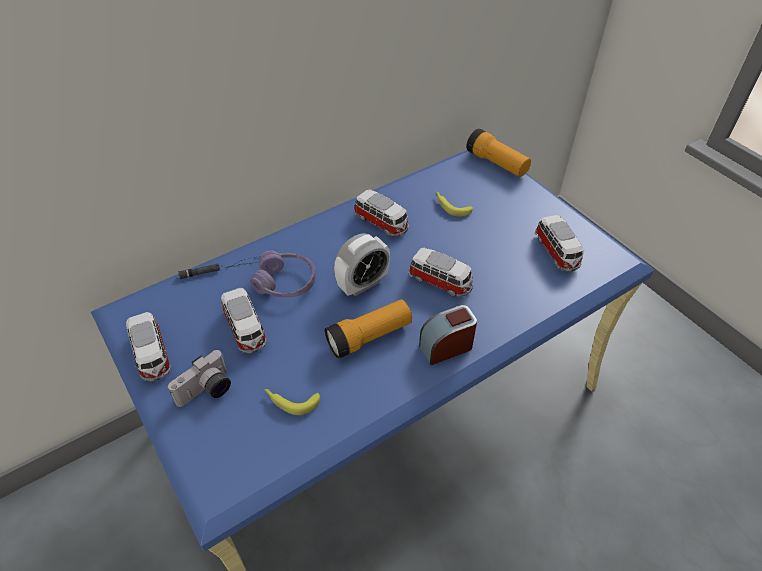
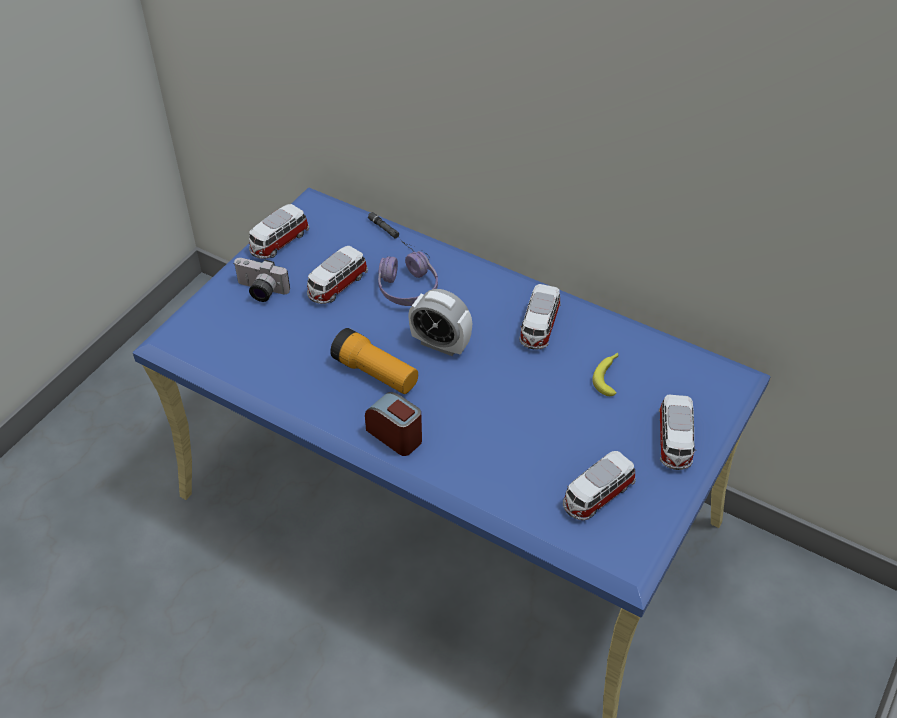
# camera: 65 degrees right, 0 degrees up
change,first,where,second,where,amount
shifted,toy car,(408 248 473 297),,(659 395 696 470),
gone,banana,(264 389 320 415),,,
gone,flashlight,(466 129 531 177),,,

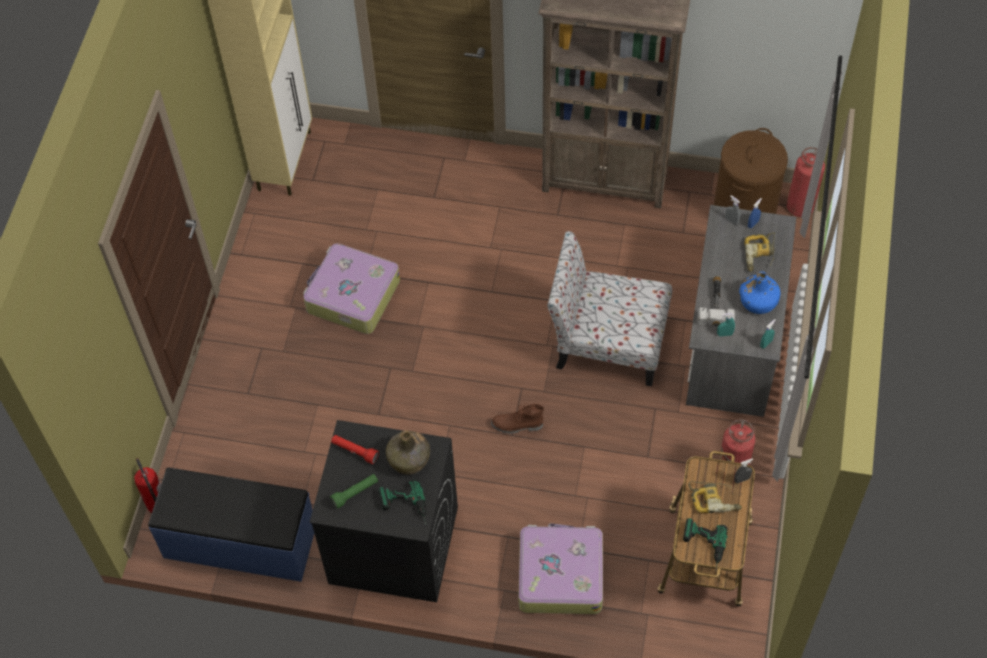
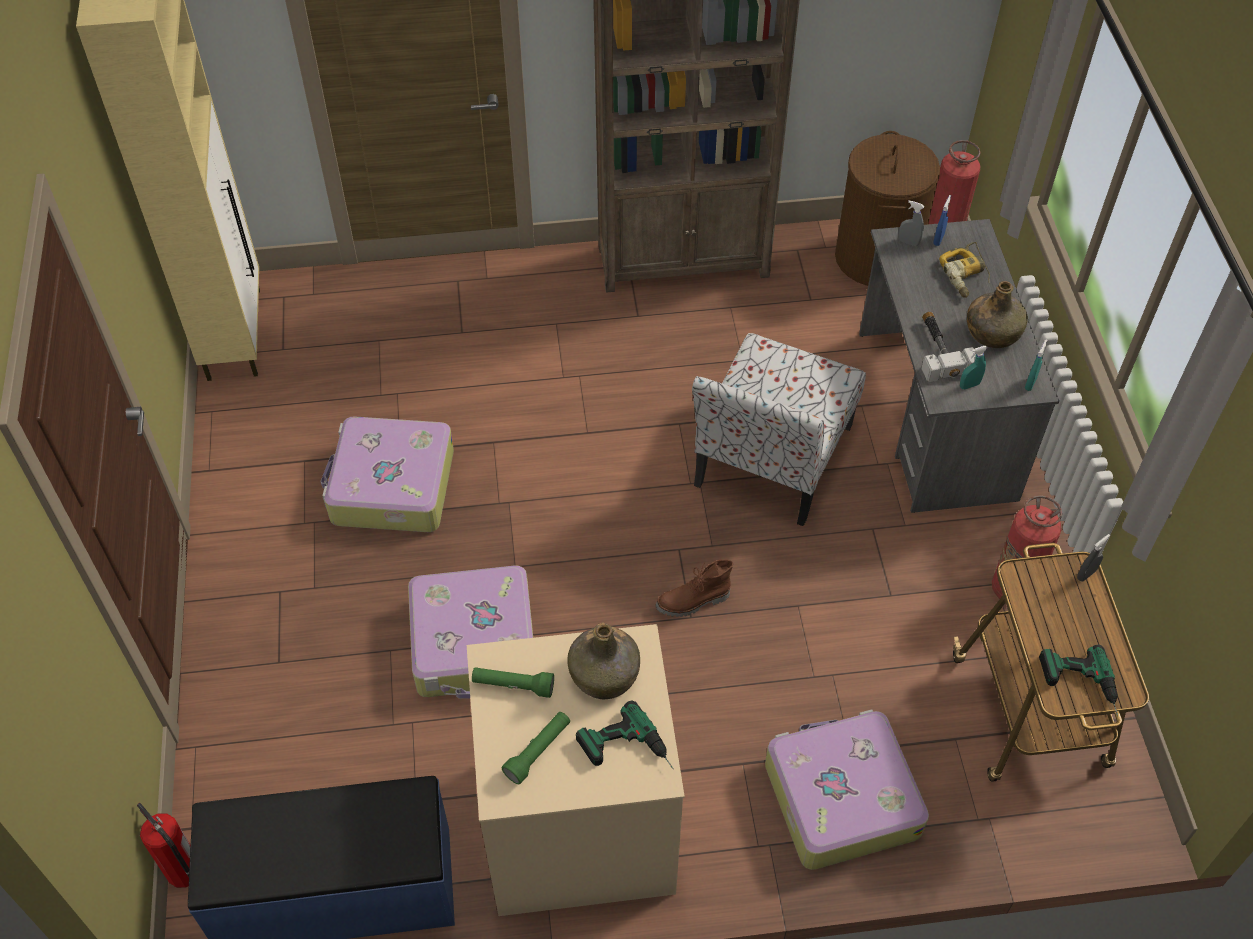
# camera: 20 degrees left, 5 degrees down
change,first,where,second,where,amount
new,,,suitcase,(408 565 533 699),
repainted,washing machine/black,(310 420 458 602),washing machine/beige,(467 624 685 916),
repainted,flashlight/red,(331 435 379 464),flashlight/green,(472 667 554 698),
rotated,chair,(547 231 672 386),,(692 333 866 526),60 degrees counterclockwise
repainted,bottle/blue,(739 271 780 314),bottle/green,(967 281 1028 348),
gone,power drill,(688 481 742 513),,,

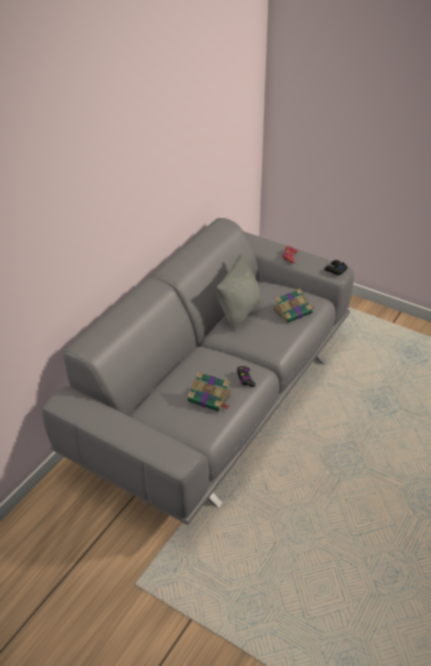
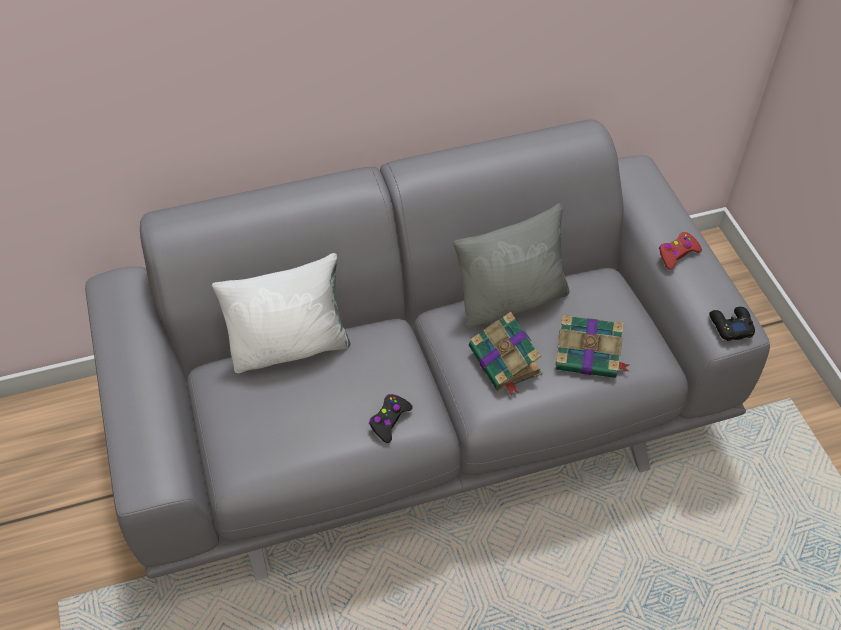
# camera: 40 degrees right, 10 degrees up
change,first,where,second,where,amount
new,,,pillow/white,(212 253 351 373),
shifted,book,(188 372 231 412),,(469 312 542 396),

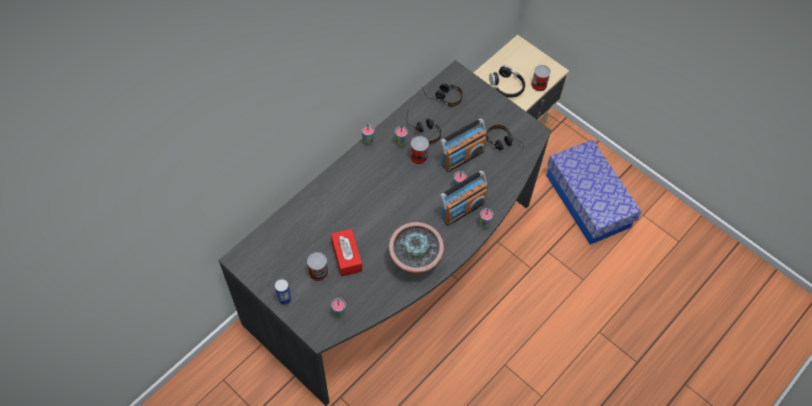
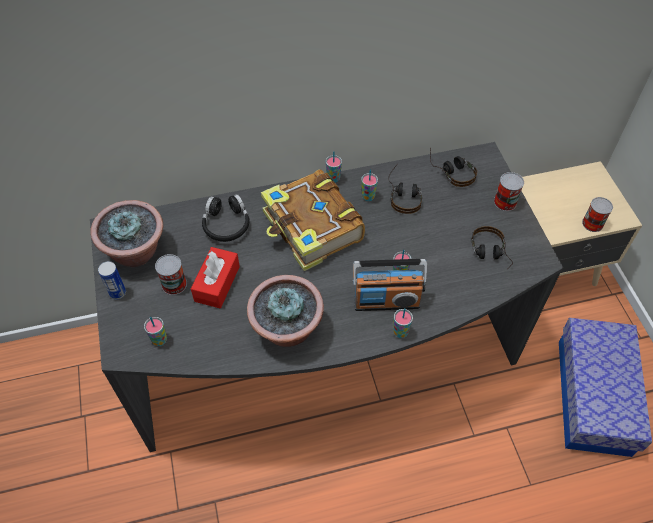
# camera: 35 degrees right, 5 degrees down
change,first,where,second,where,amount
new,,,potted plant,(91 200 163 267),
shifted,headphones/black,(489 65 525 98),,(202 194 250 242),
new,,,book,(261 169 365 271),
shifted,can,(410 136 429 165),,(494 172 524 211),
gone,radio,(440 118 487 172),,,

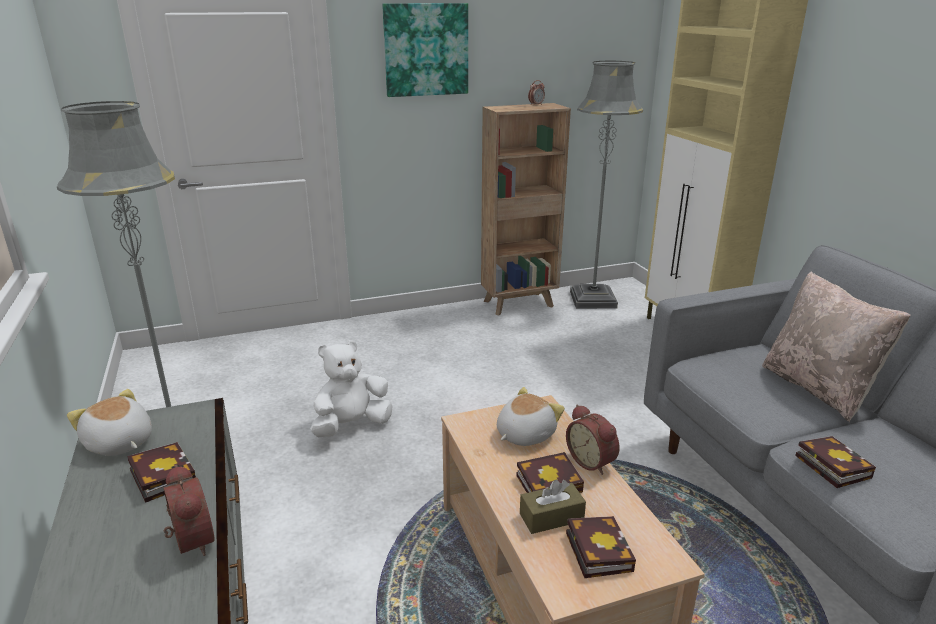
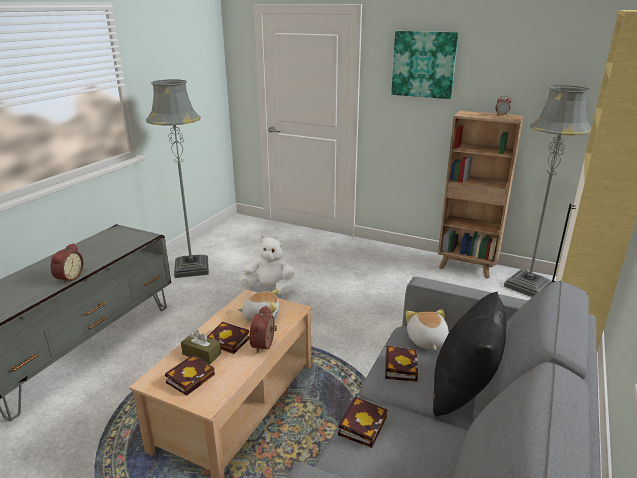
# camera: 45 degrees right, 0 degrees up
change,first,where,second,where,amount
shifted,book,(127 442 196 503),,(385 345 418 382),
shifted,plush toy,(67 389 152 456),,(406 309 449 350),
repainted,pillow/beige,(762 272 911 422),pillow/black,(433 292 506 417),

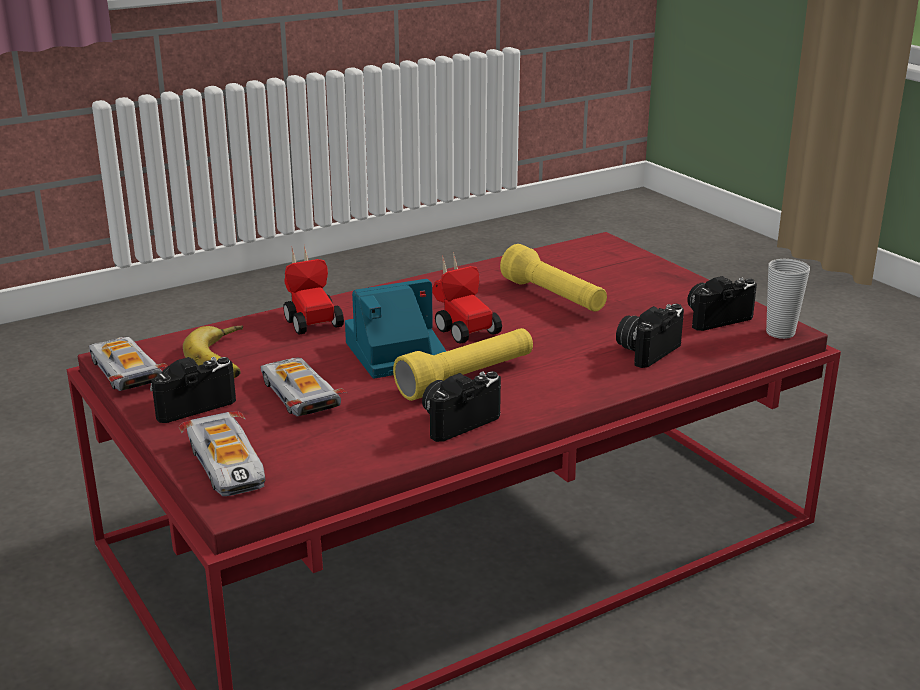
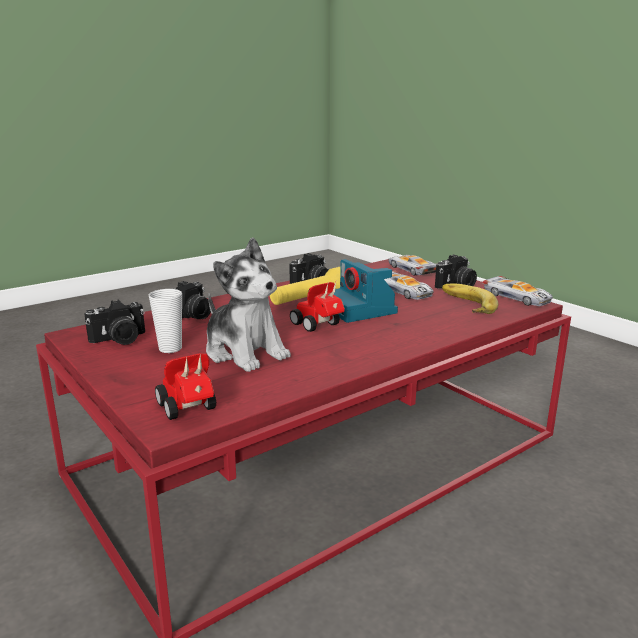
# camera: 175 degrees right, 5 degrees down
change,first,where,second,where,amount
shifted,cup,(766 259 810 339),,(149 289 182 353),
shifted,toy car,(284 246 344 335),,(155 353 216 420),
swapped,flashlight/yellow,(500 244 607 312),plush toy,(206 237 291 372),
rotated,photo camera,(345 279 446 378),,(334 259 398 323),90 degrees clockwise

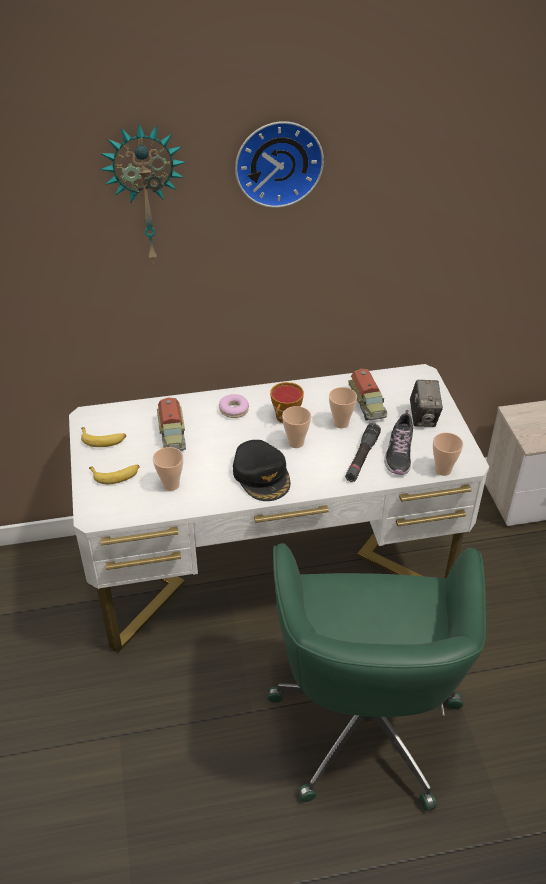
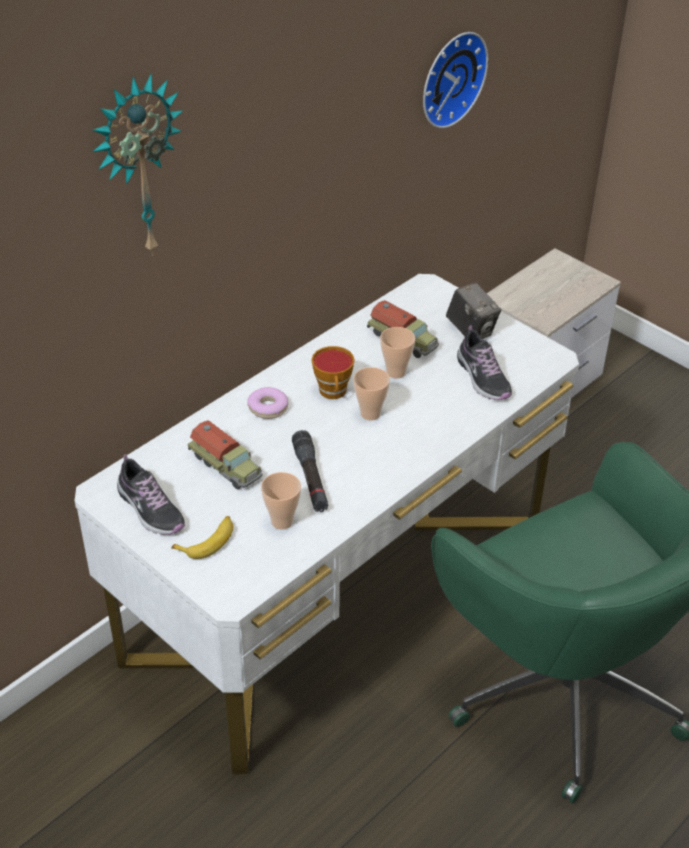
# camera: 35 degrees left, 0 degrees up
change,first,where,second,where,amount
swapped,banana,(81 427 126 447),shoe,(117 454 185 535),
shifted,flashlight/black,(345 423 381 482),,(292 430 329 512),
shifted,wall clock,(235 121 324 208),,(423 32 488 128),
gone,cap/black,(233 440 290 501),,,
gone,cup,(433 433 463 476),,,

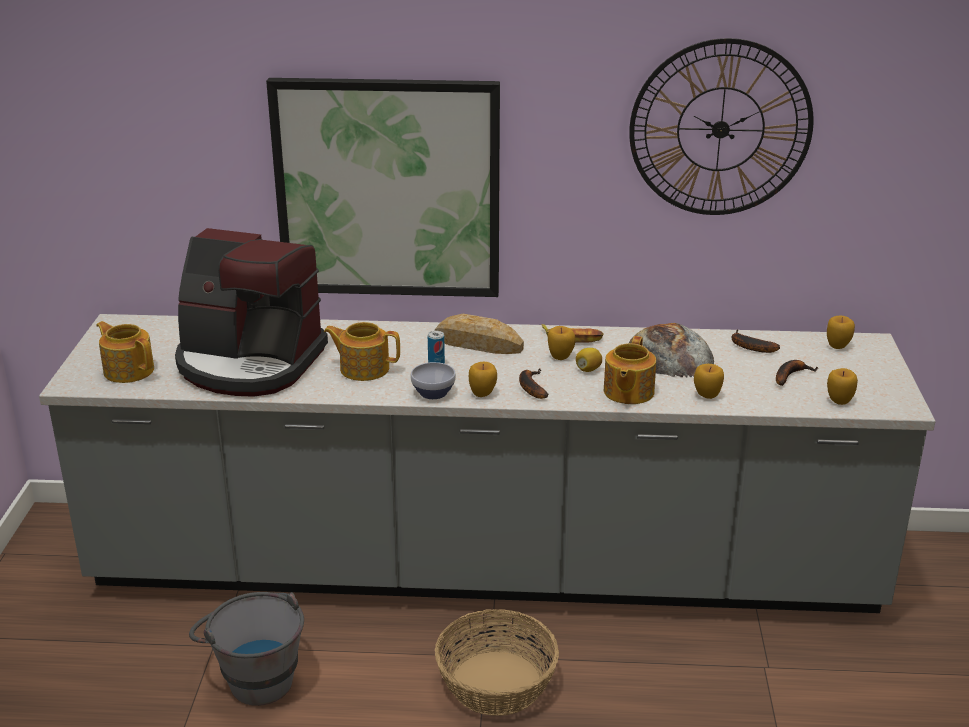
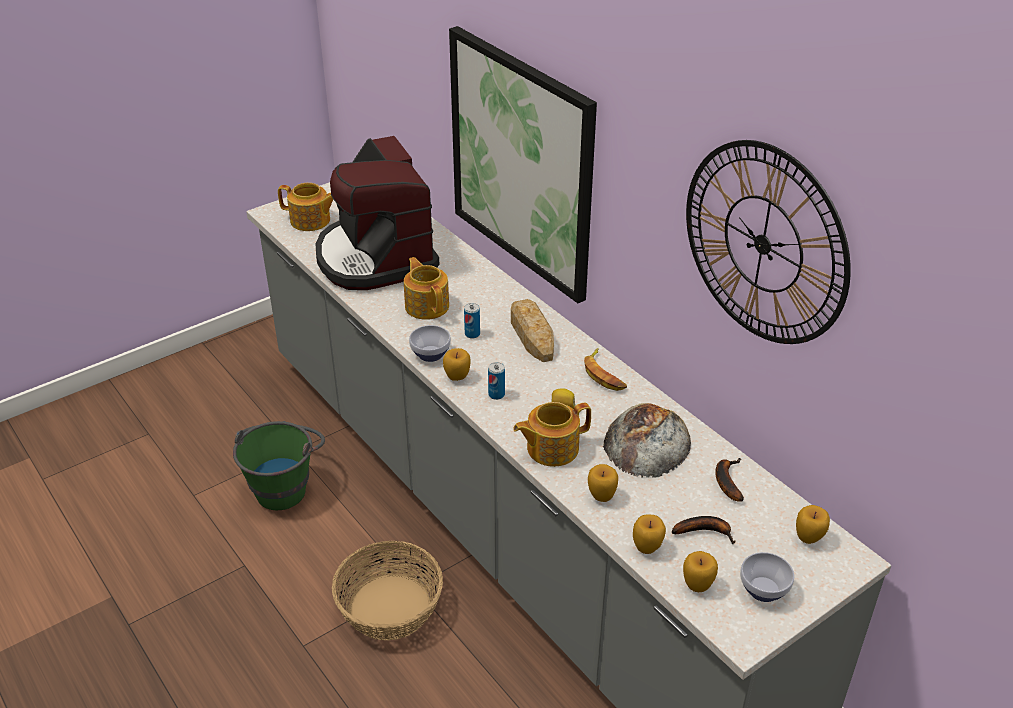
# camera: 50 degrees right, 10 degrees up
change,first,where,second,where,amount
repainted,bucket/grey,(189 592 304 706),bucket/green,(233 421 325 510),
rotated,teapot,(96 321 154 383),,(278 183 333 231),105 degrees clockwise
swapped,banana,(519 368 548 399),can,(488 362 505 400),
shifted,apple,(548 326 575 360),,(633 514 666 554),
new,,,bowl,(740 552 795 602),

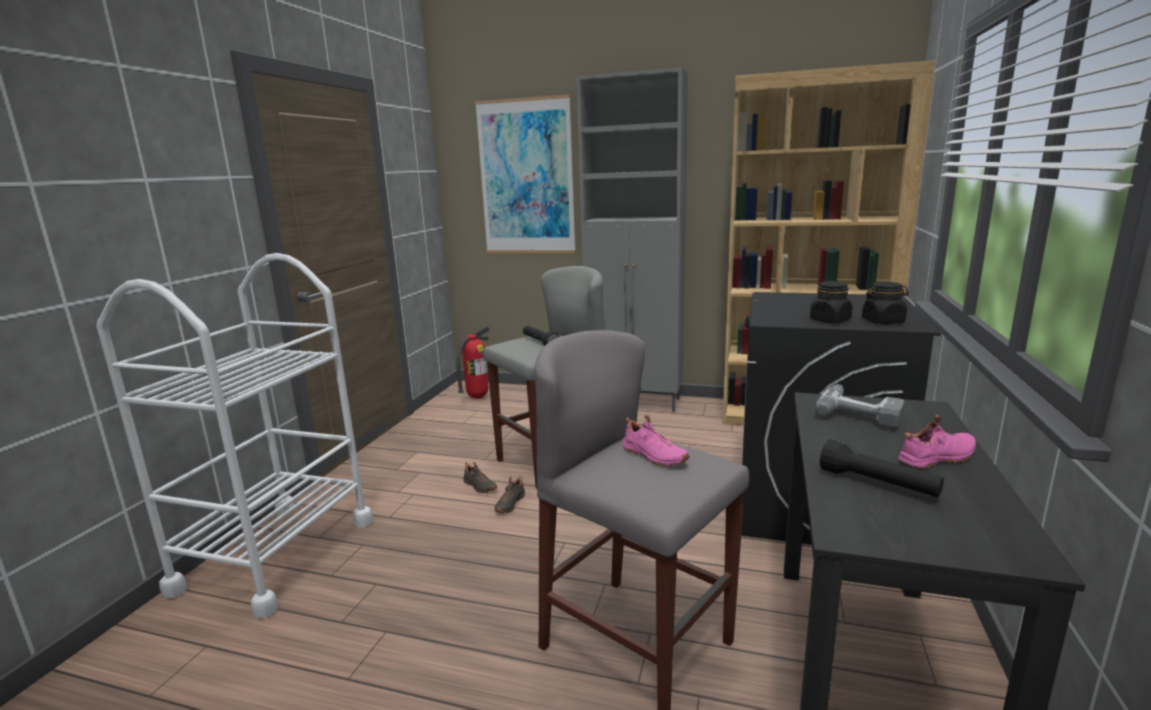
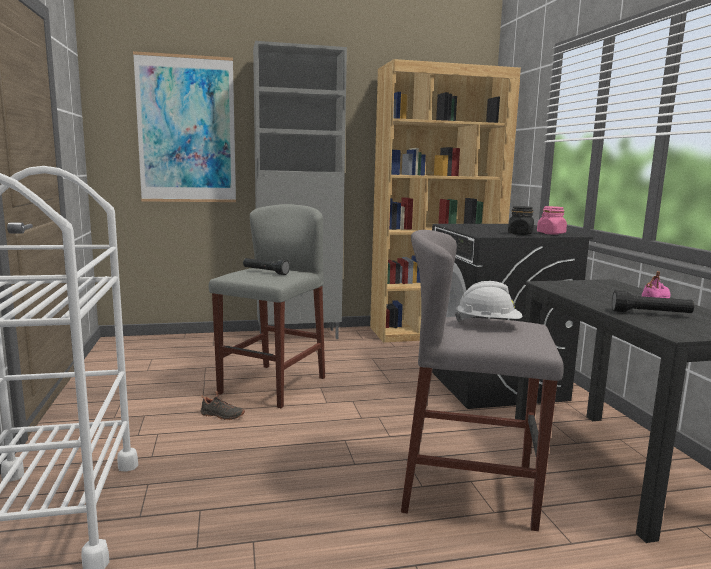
# camera: 30 degrees left, 5 degrees down
change,first,where,second,where,amount
swapped,shoe/pink,(623 414 690 466),hard hat/white,(455 281 522 322),
repainted,jar/black,(862 282 909 324),jar/pink,(537 206 567 235),
gone,fire extinguisher,(456 326 490 399),,,
gone,shoe/black,(495 476 525 513),,,
gone,power drill,(816 384 905 430),,,

